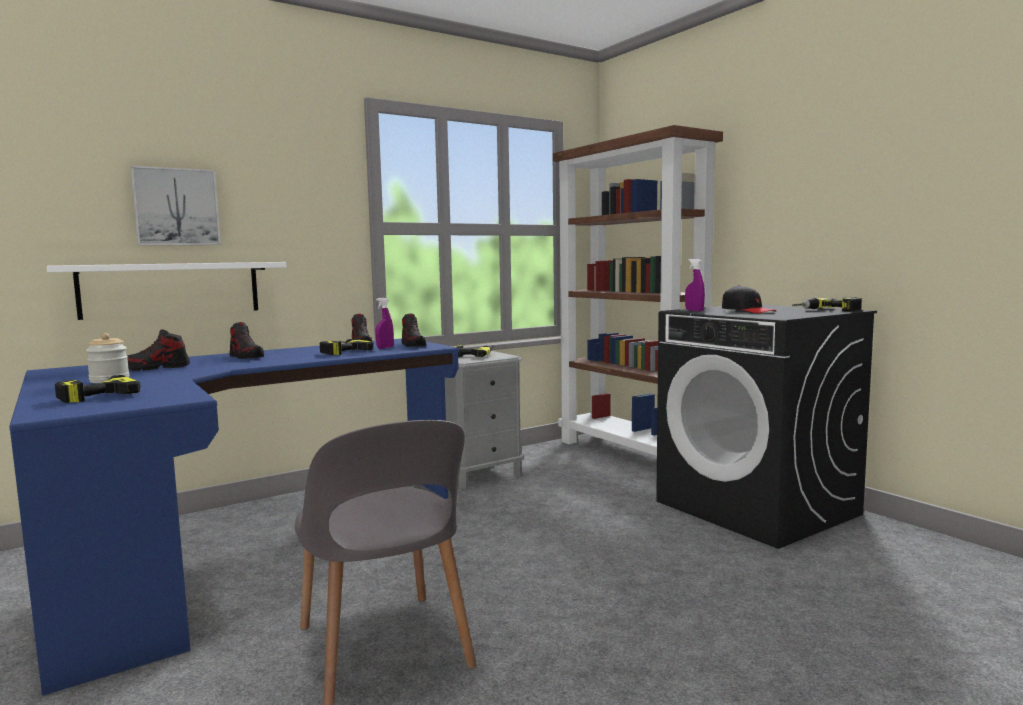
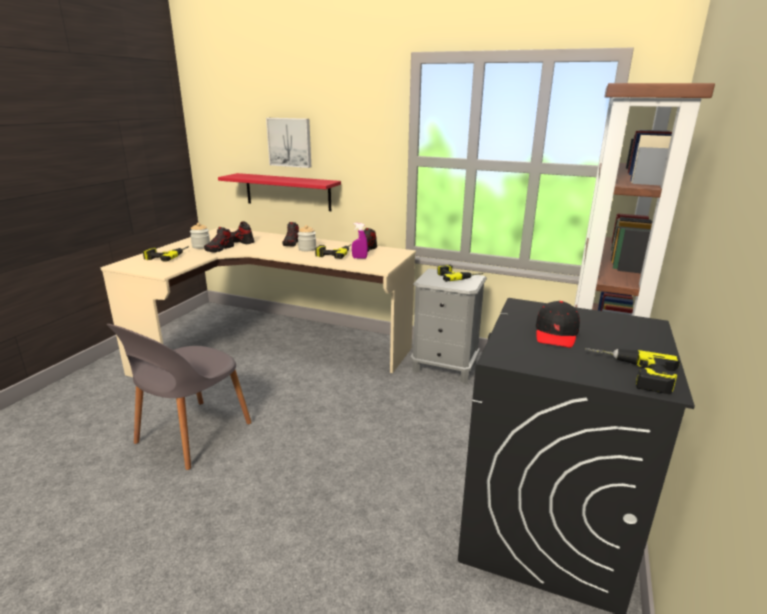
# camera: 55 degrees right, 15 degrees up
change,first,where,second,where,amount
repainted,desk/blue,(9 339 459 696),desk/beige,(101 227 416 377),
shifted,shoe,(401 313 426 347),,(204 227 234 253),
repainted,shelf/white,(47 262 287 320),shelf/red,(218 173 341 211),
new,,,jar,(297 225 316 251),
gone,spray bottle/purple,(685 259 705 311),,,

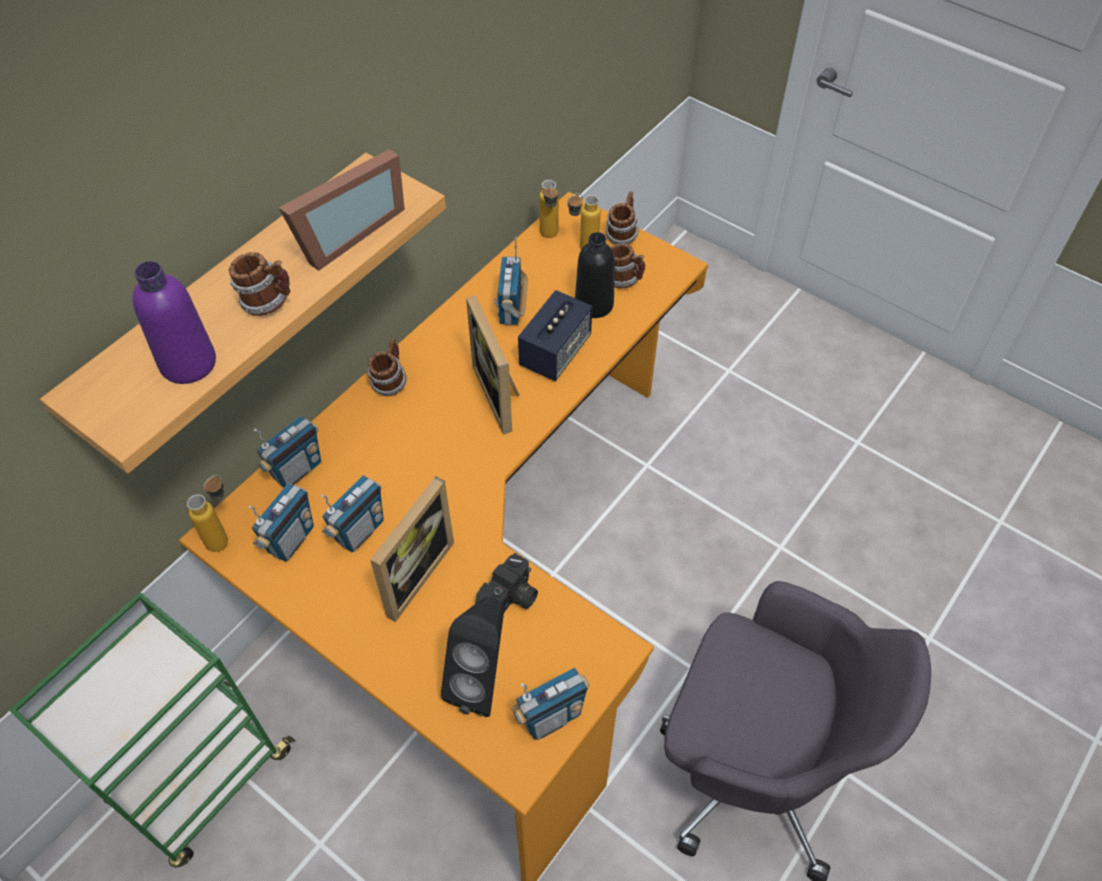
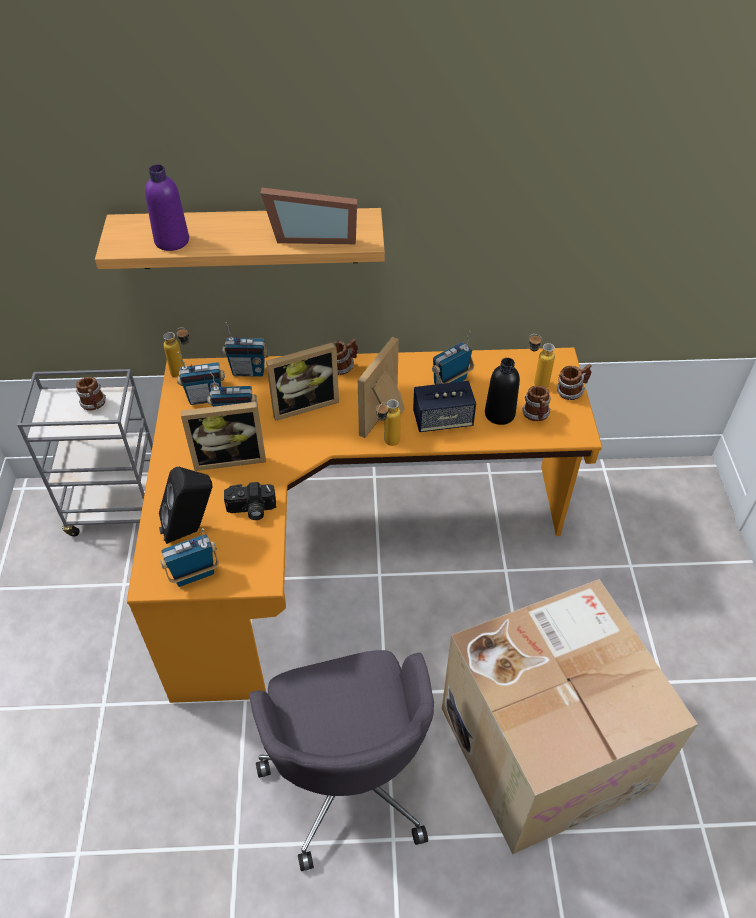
# camera: 50 degrees right, 5 degrees down
change,first,where,second,where,amount
repainted,cart/green,(9 592 296 868),cart/grey,(17 369 153 536),
shifted,mug,(229 252 291 316),,(76 377 106 411),
rotated,radio,(511 668 589 740),,(160 528 219 587),135 degrees clockwise
new,,,picture frame,(266 342 339 421),
shifted,bottle,(539 180 559 238),,(376 399 401 446),
new,,,cardboard box,(442 579 698 855),

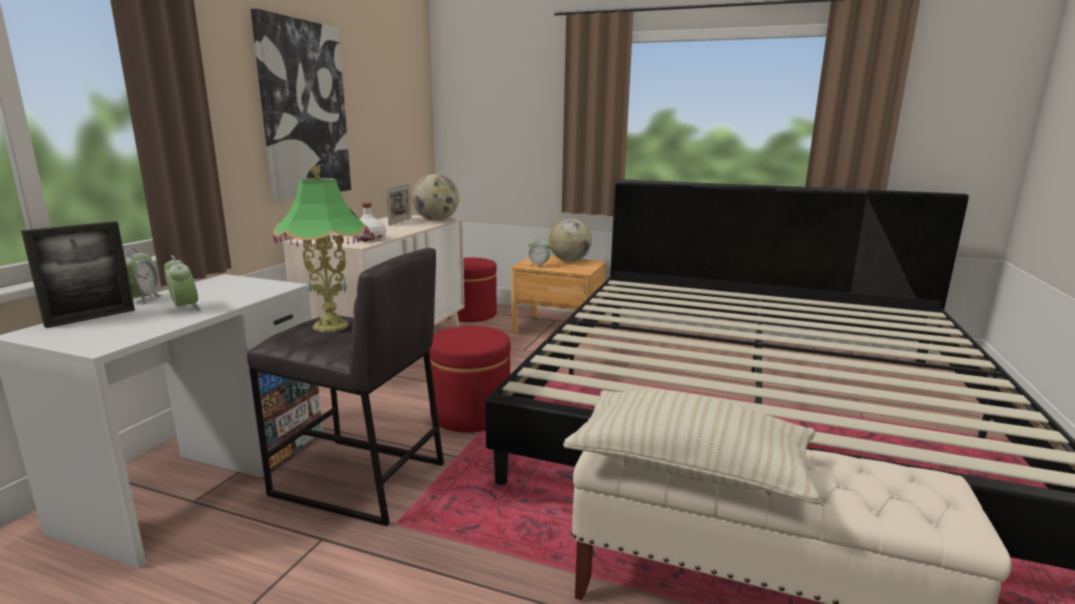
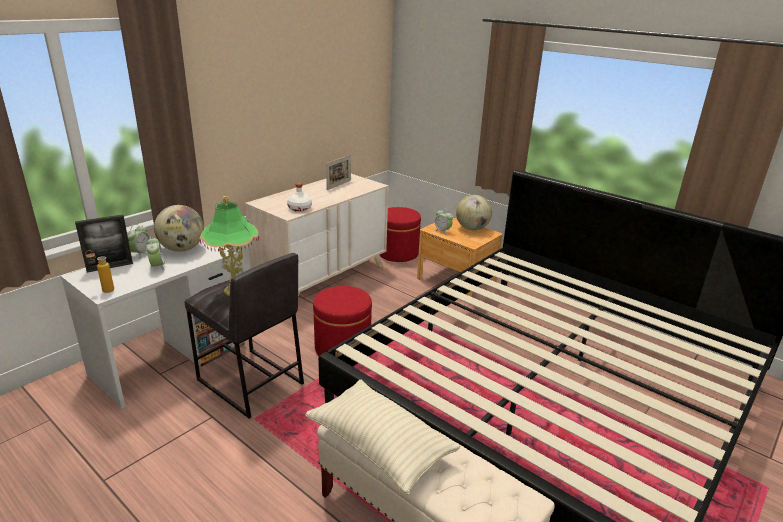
# camera: 20 degrees right, 10 degrees up
change,first,where,second,where,amount
new,,,bottle,(85 251 114 293),
shifted,globe,(412 174 459 221),,(154 205 204 252),
gone,picture,(251 8 351 201),,,

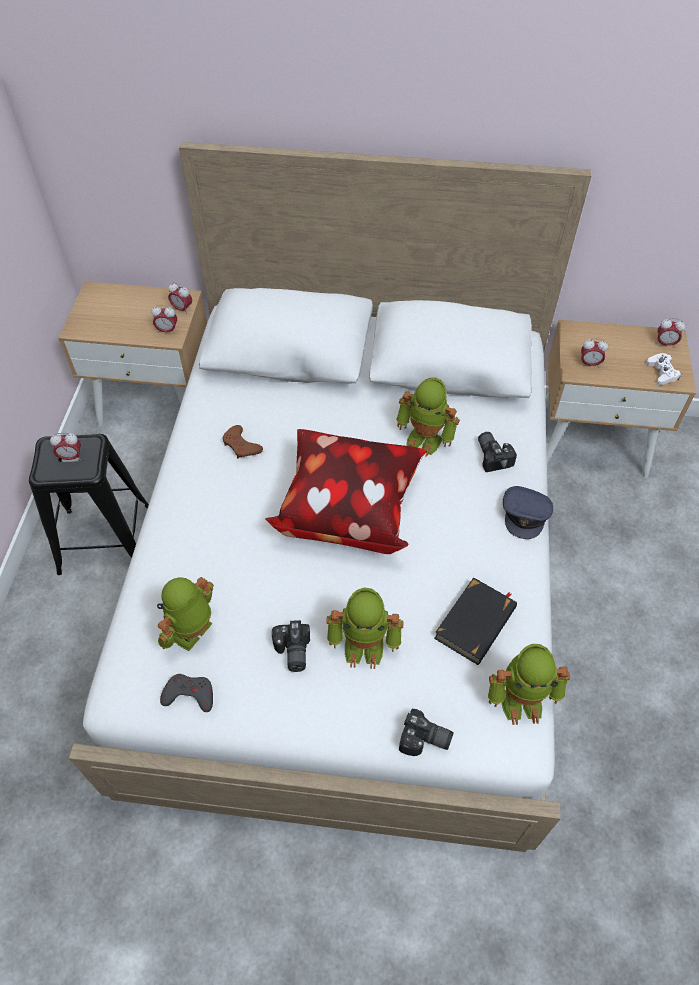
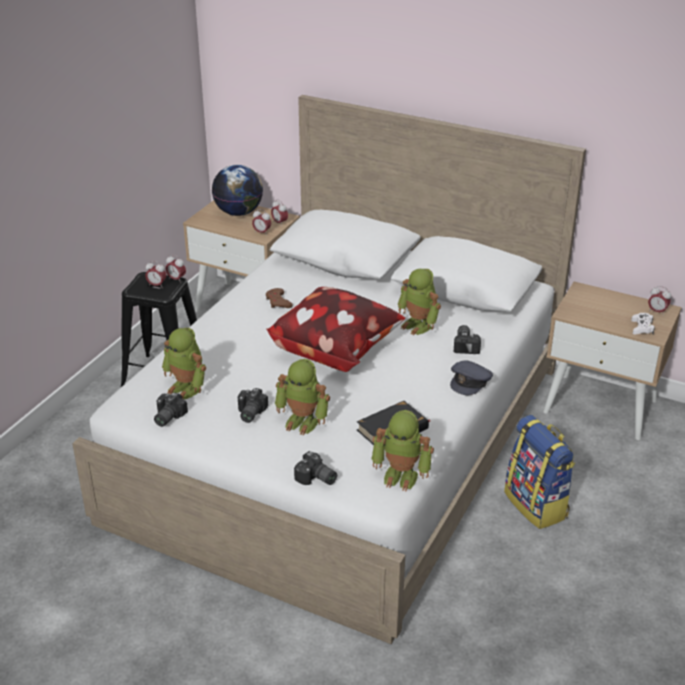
# camera: 20 degrees right, 20 degrees down
change,first,where,second,where,amount
swapped,game controller/grey,(160 674 213 712),photo camera,(154 392 188 427),
rotated,toy robot,(157 577 214 651),,(162 328 206 400),105 degrees counterclockwise
shifted,alarm clock,(581 338 608 368),,(166 255 186 283),
new,,,globe,(212 165 263 216),
new,,,backpack,(504 415 575 529),

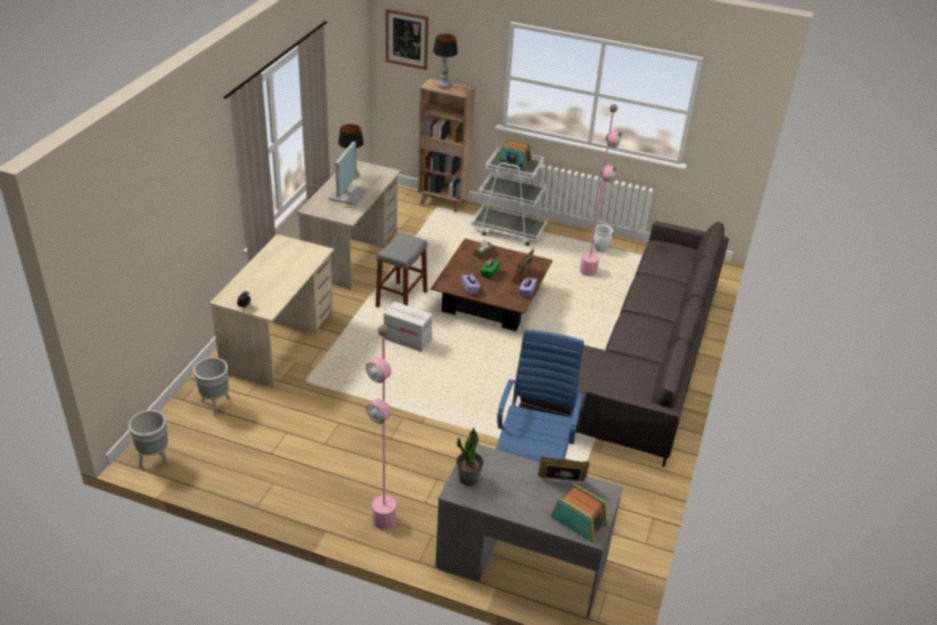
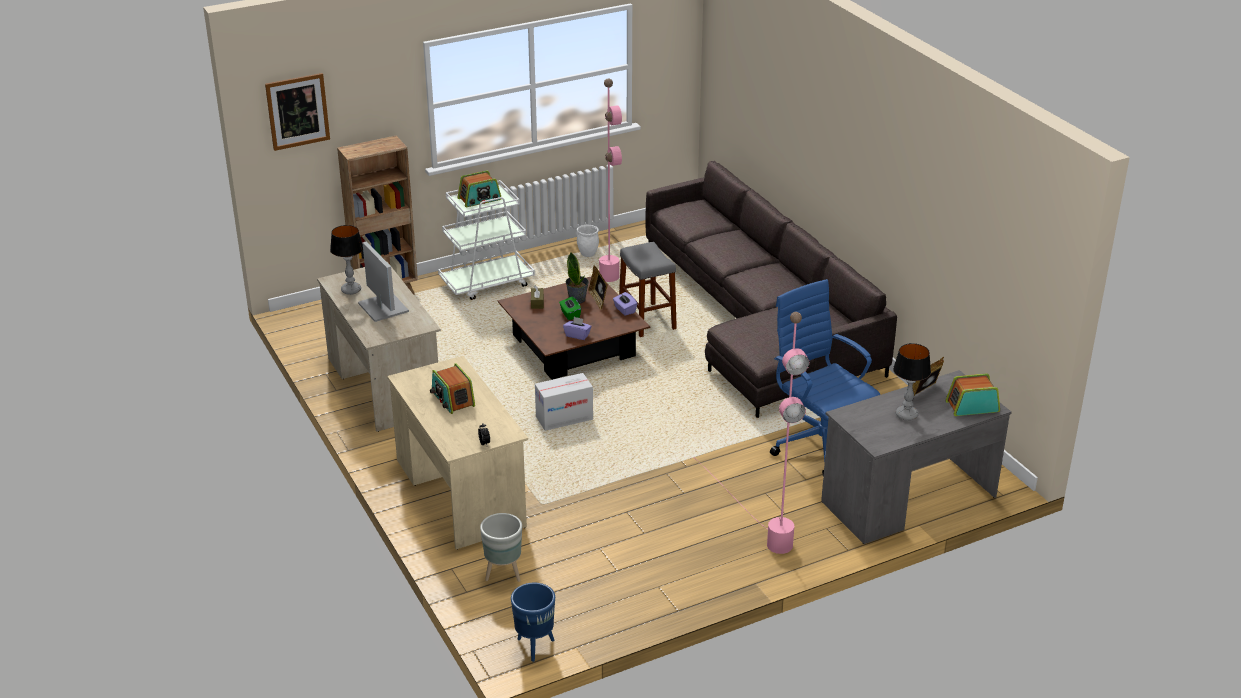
# camera: 45 degrees left, 5 degrees down
change,first,where,second,where,amount
new,,,radio,(430 363 475 414),
repainted,planter/grey,(128 410 170 468),planter/blue,(511 583 555 662),
shifted,potted plant,(456 428 484 486),,(566 252 589 304),
shifted,stool/grey,(376 232 427 308),,(619 242 677 337),
shifted,table lamp,(433 34 458 88),,(893 343 931 421),

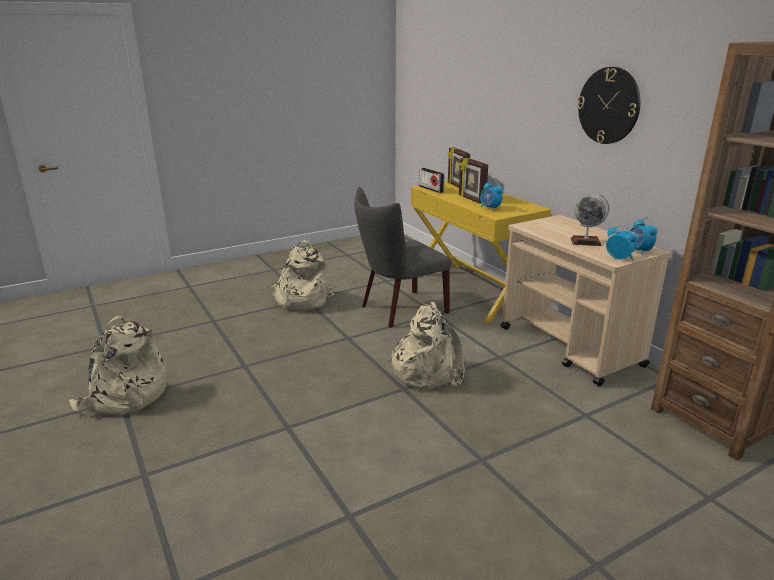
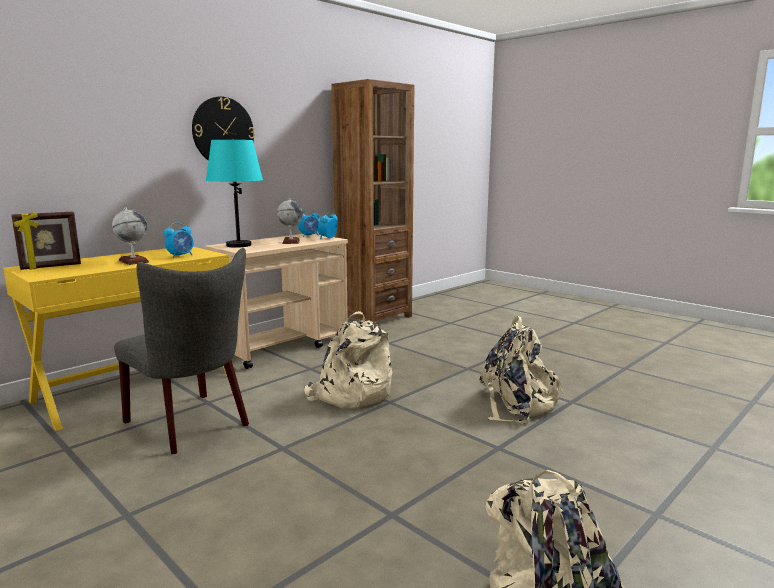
# camera: 105 degrees left, 10 degrees down
change,first,where,second,where,amount
swapped,picture frame,(459 157 488 204),globe,(112 208 149 265),
new,,,table lamp/turquoise,(206 139 263 248),
shifted,backpack/beige,(271 240 334 310),,(479 316 565 423),
gone,radio,(419 167 445 193),,,

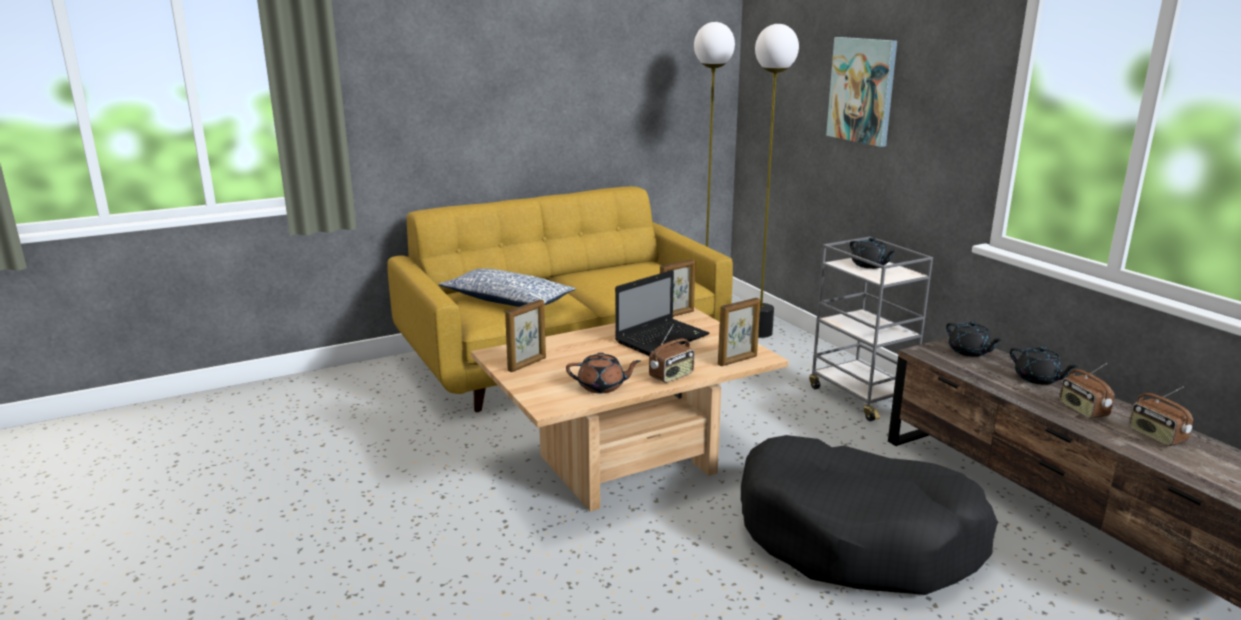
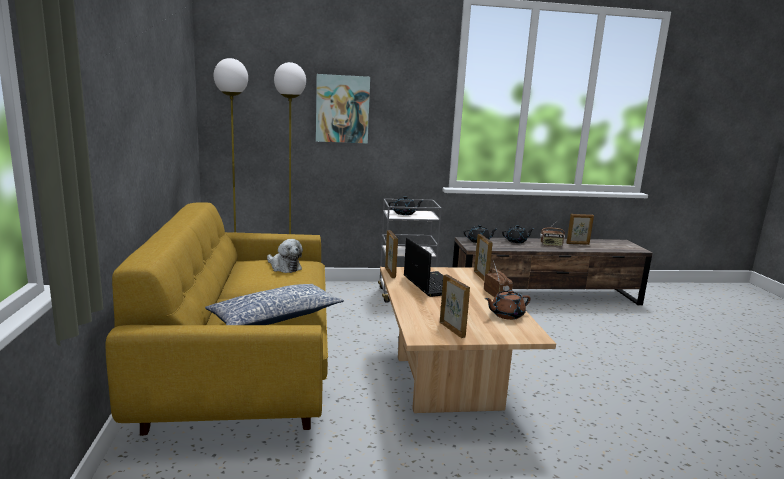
# camera: 70 degrees left, 5 degrees down
change,first,where,second,where,amount
new,,,plush toy,(267 239 303 273),
rotated,teapot/brown,(566 352 641 393),,(485 290 531 320),135 degrees counterclockwise
swapped,radio,(1129 387 1193 446),picture frame,(566 214 594 245),
gone,dog bed/black,(741 435 998 595),,,

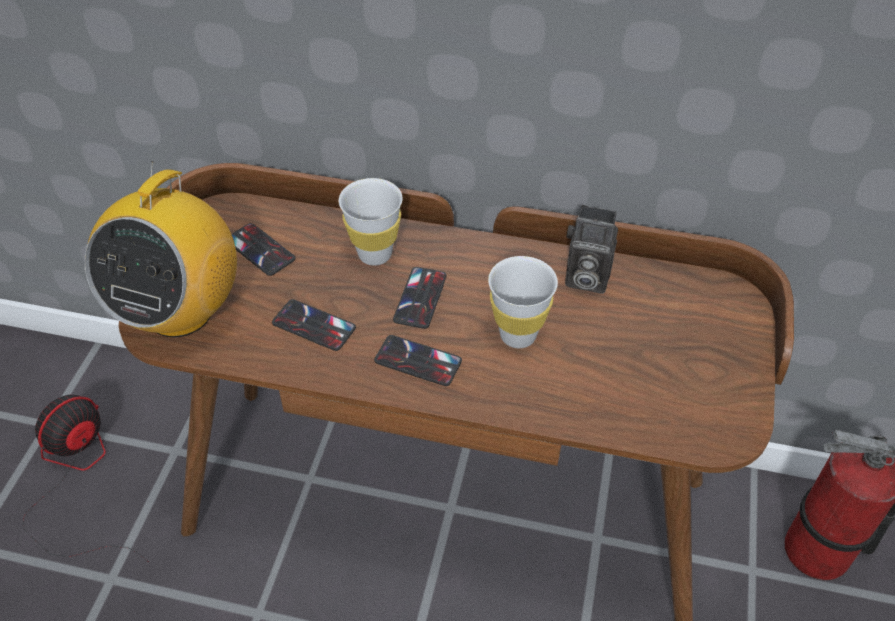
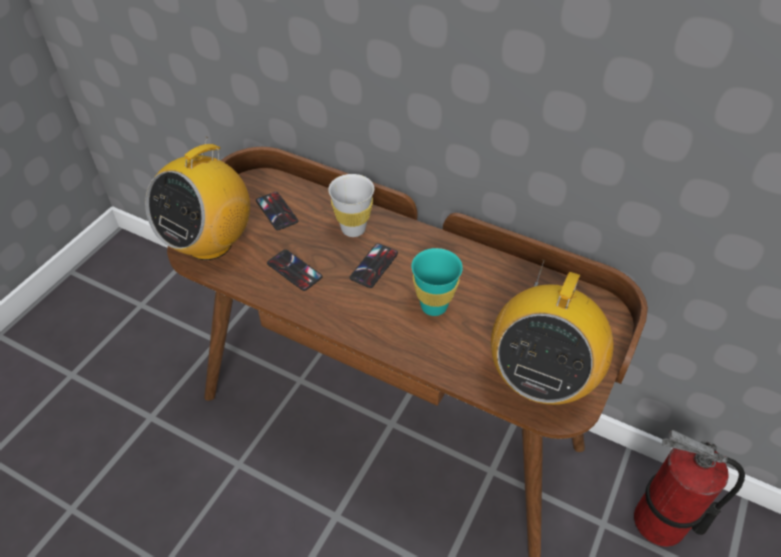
# camera: 15 degrees right, 0 degrees up
change,first,where,second,where,amount
repainted,cup/white,(488 256 558 348),cup/turquoise,(411 248 463 316),
new,,,radio,(491 260 613 405),
gone,fan,(23 395 149 562),,,
gone,phone,(374 335 462 386),,,
gone,photo camera,(565 205 618 294),,,

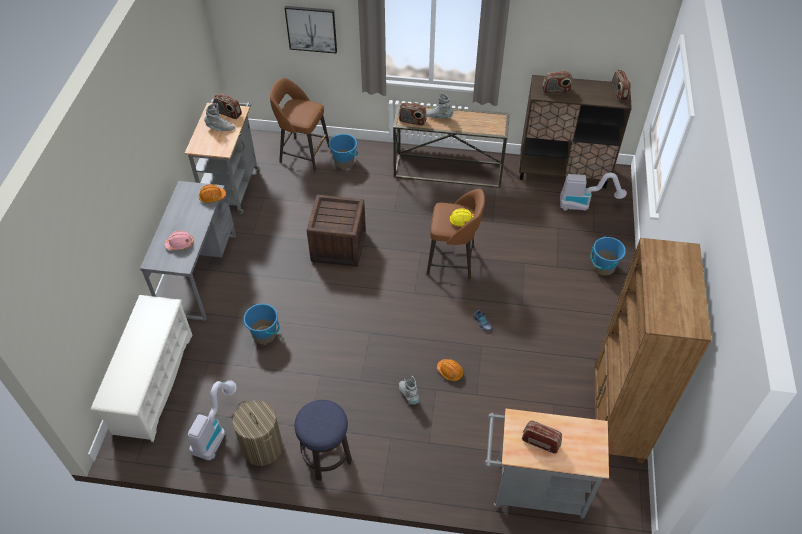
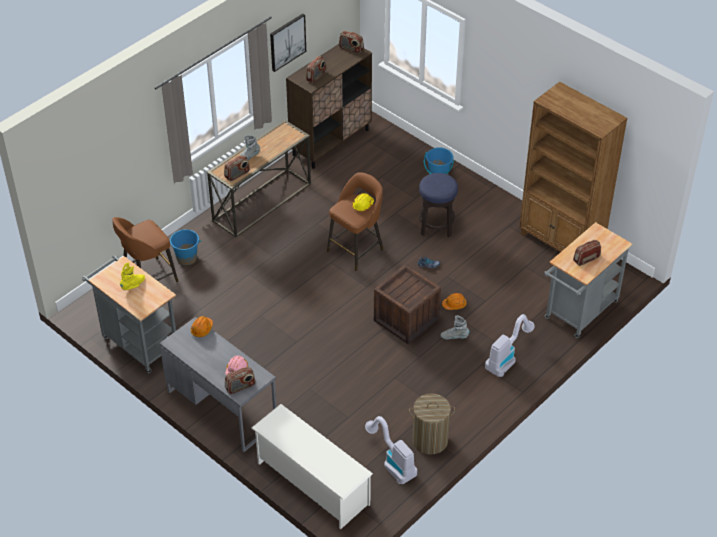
# camera: 55 degrees left, 5 degrees down
change,first,where,second,where,amount
repainted,boot/grey,(204 103 235 131),boot/yellow,(120 262 145 290),
shifted,radio,(214 94 242 119),,(225 367 256 394),
shifted,picture,(285 6 337 54),,(270 14 306 72),
shifted,crate,(307 195 366 267),,(374 264 441 344),
shifted,stool,(295 400 352 481),,(419 173 458 237),
shifted,vacuum cleaner,(560 173 627 211),,(485 314 535 377),
gone,bucket/blue,(243 304 280 344),,,

